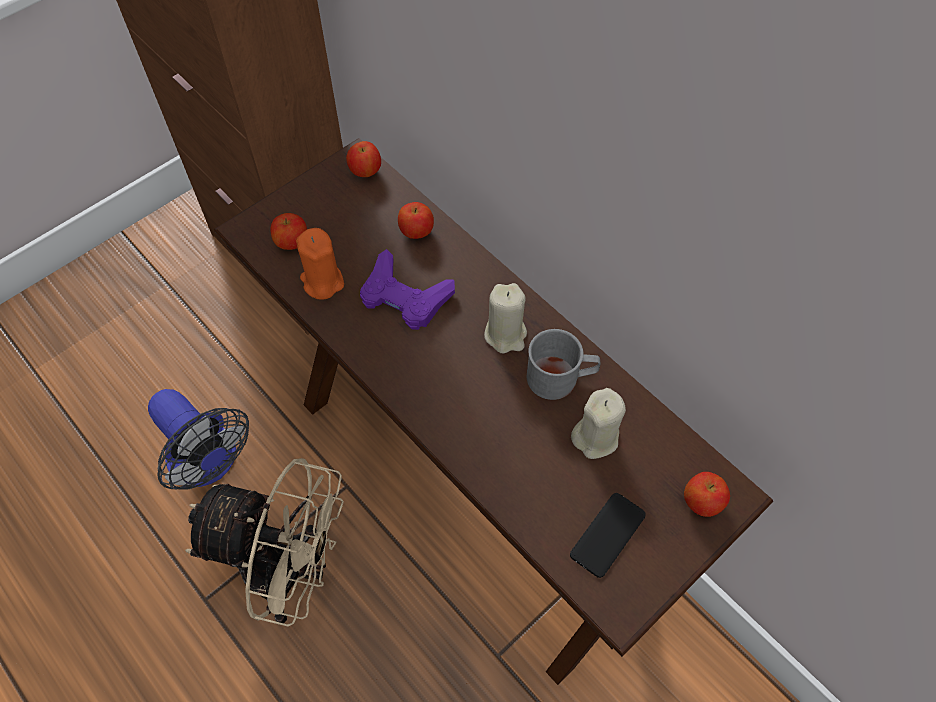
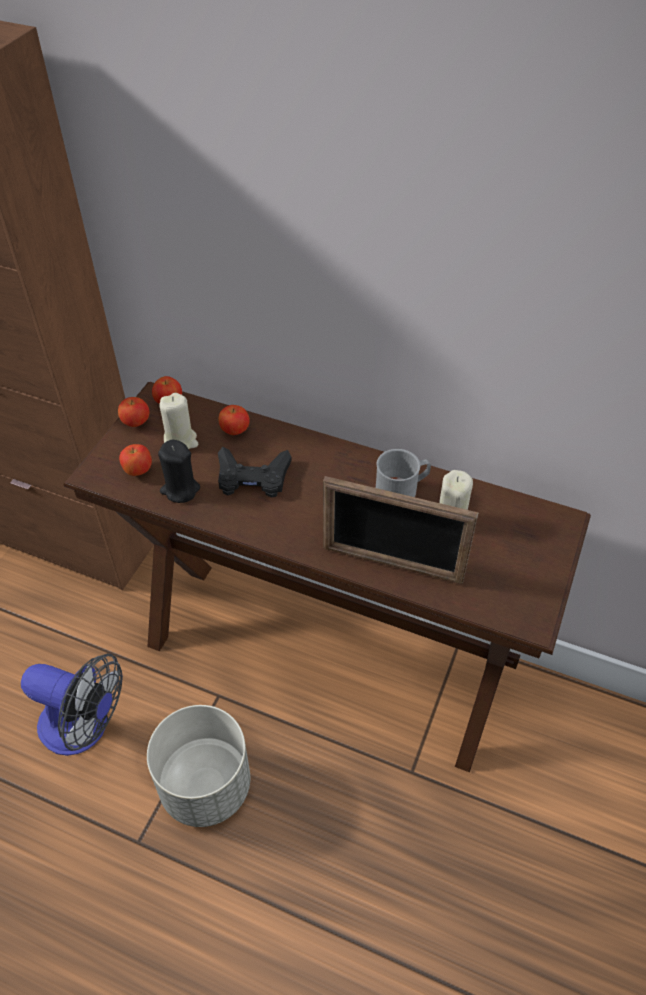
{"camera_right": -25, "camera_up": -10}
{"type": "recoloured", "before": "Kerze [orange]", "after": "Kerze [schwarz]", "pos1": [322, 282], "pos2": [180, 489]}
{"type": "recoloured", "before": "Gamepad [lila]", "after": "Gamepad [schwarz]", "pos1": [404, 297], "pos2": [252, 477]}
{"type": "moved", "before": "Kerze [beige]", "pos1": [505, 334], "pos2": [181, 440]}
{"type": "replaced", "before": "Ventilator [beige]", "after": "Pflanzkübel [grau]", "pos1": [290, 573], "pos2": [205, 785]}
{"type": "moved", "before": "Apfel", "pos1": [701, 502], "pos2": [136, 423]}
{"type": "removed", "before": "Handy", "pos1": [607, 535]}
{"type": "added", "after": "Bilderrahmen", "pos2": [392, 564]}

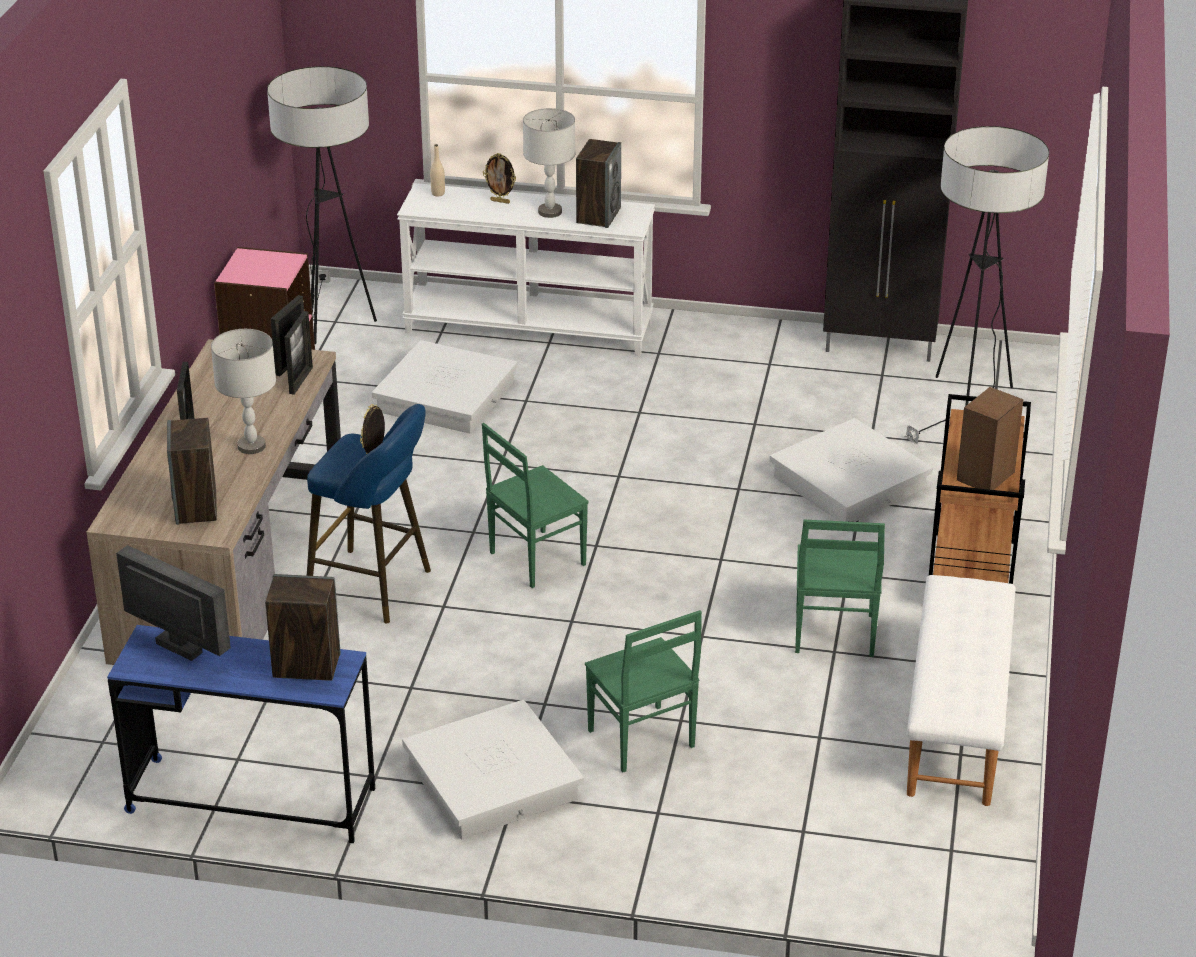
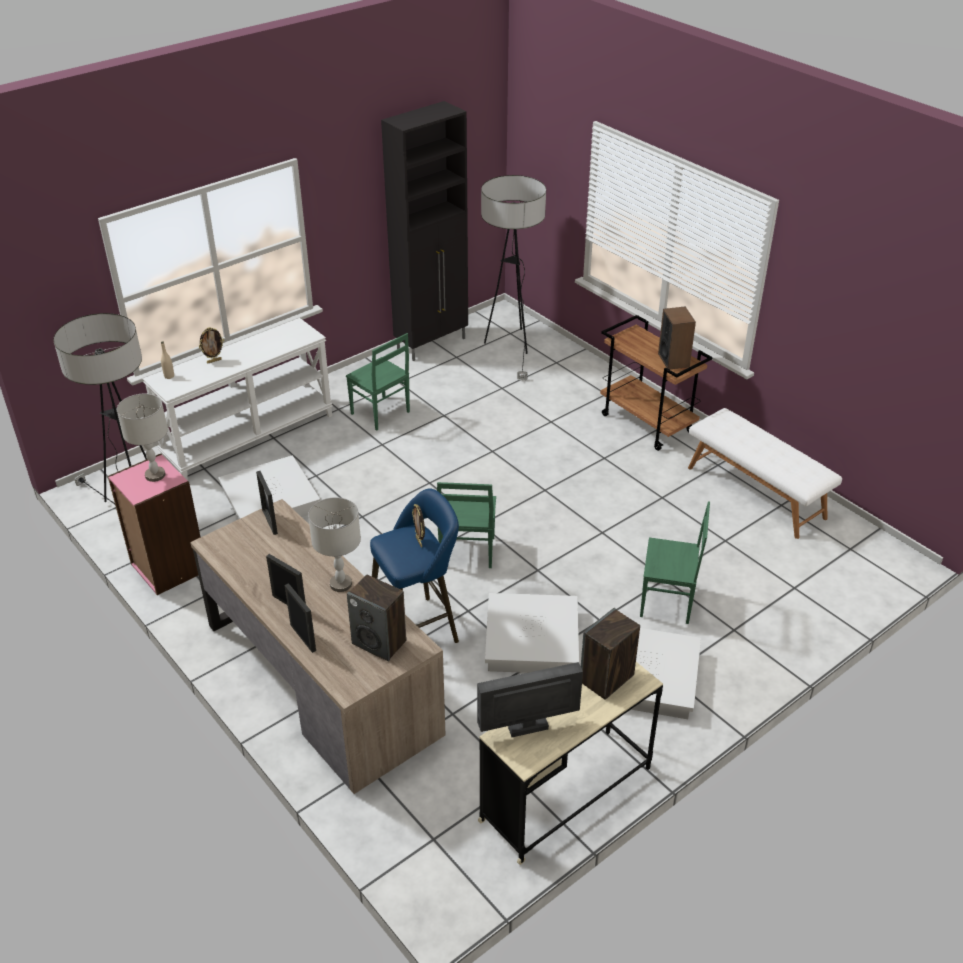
{"camera_right": -50, "camera_up": 5}
{"type": "moved", "before": "Tischlampe [grau]", "pos1": [550, 212], "pos2": [155, 475]}
{"type": "removed", "before": "Lautsprecher", "pos1": [598, 215]}
{"type": "moved", "before": "Bilderrahmen", "pos1": [301, 380], "pos2": [303, 637]}
{"type": "moved", "before": "Aufbewahrungsbox [weiß]", "pos1": [848, 483], "pos2": [532, 641]}
{"type": "moved", "before": "Stuhl [grün]", "pos1": [833, 635], "pos2": [380, 413]}
{"type": "recoloured", "before": "Schreibtisch [blau]", "after": "Schreibtisch [beige]", "pos1": [251, 801], "pos2": [566, 794]}

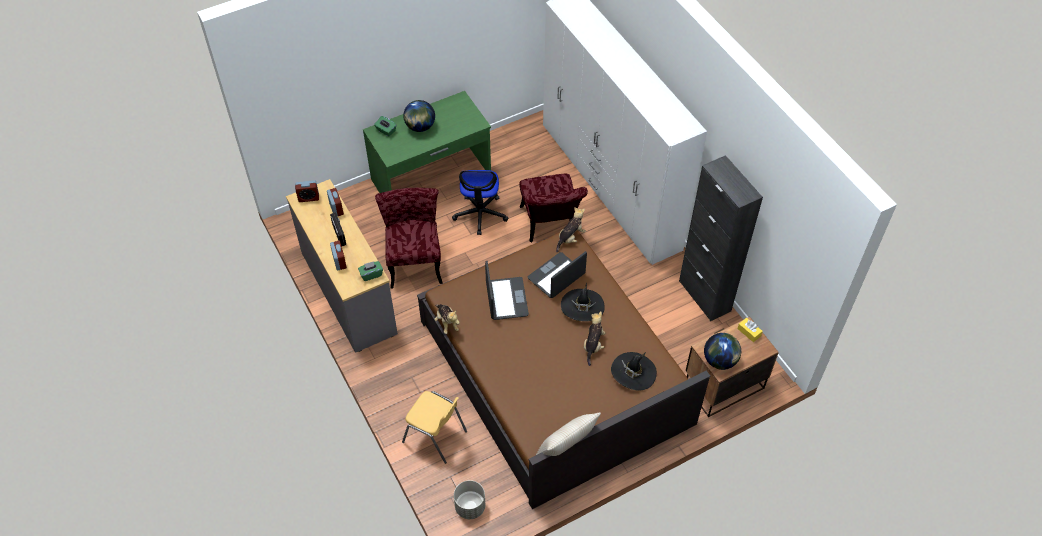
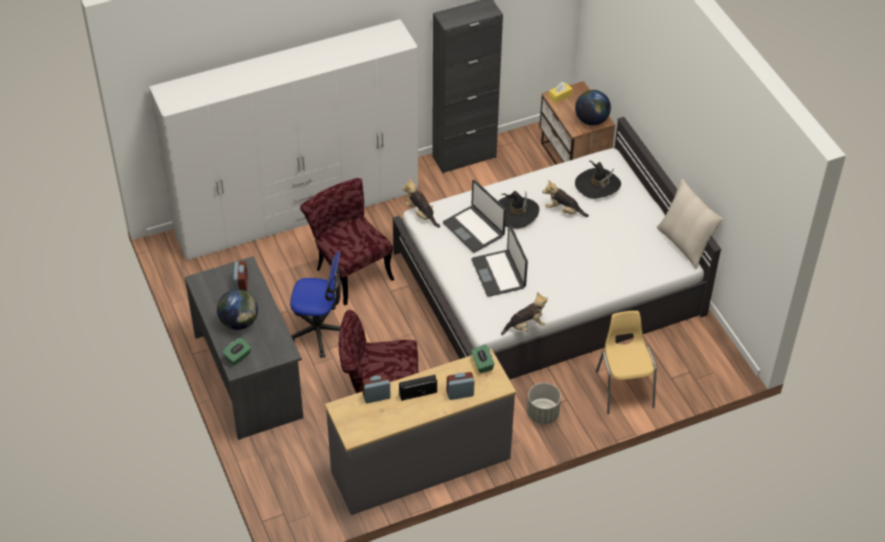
{"camera_right": -85, "camera_up": -5}
{"type": "recoloured", "before": "Schreibtisch [grün]", "after": "Schreibtisch [grau]", "pos1": [431, 178], "pos2": [249, 376]}
{"type": "turned", "before": "Stuhl [rot]", "pos1": [549, 226], "pos2": [349, 270], "turn": -120}
{"type": "moved", "before": "Wecker", "pos1": [308, 198], "pos2": [241, 285]}
{"type": "recoloured", "before": "Bett [braun]", "after": "Bett [weiß]", "pos1": [554, 372], "pos2": [549, 284]}
{"type": "turned", "before": "Laptop", "pos1": [506, 299], "pos2": [499, 274], "turn": -105}
{"type": "turned", "before": "Stuhl [gelb]", "pos1": [435, 437], "pos2": [624, 388], "turn": -45}
{"type": "moved", "before": "Pflanzkübel [grau]", "pos1": [470, 507], "pos2": [543, 414]}

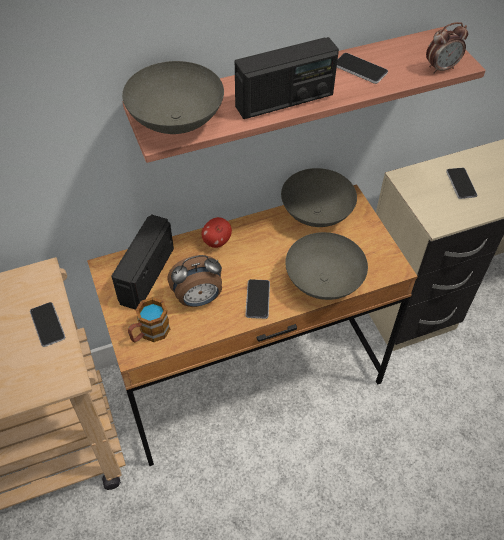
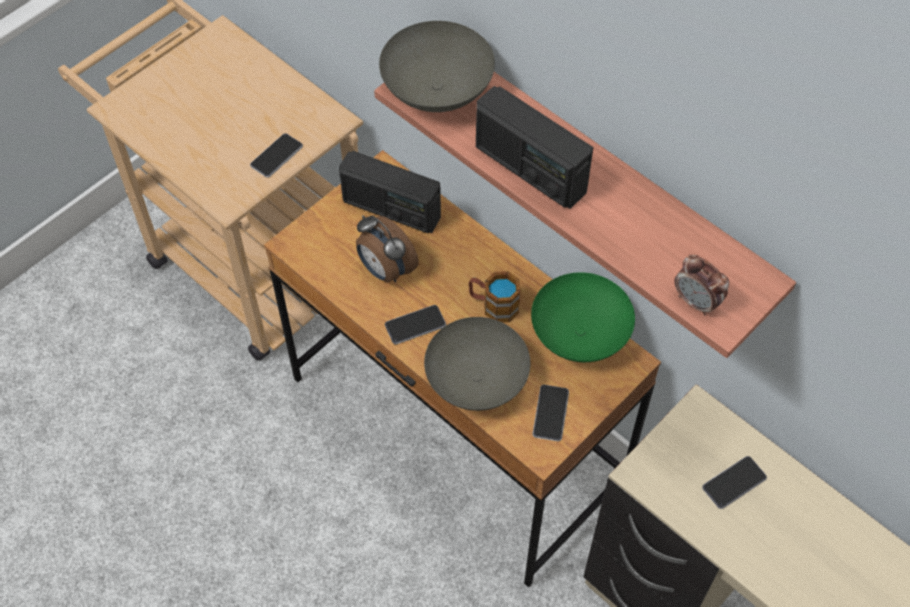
{"camera_right": 65, "camera_up": 5}
{"type": "moved", "before": "Handy", "pos1": [360, 69], "pos2": [550, 413]}
{"type": "recoloured", "before": "Schüssel [grau]", "after": "Schüssel [grün]", "pos1": [317, 214], "pos2": [580, 336]}
{"type": "turned", "before": "Radio", "pos1": [146, 275], "pos2": [391, 209], "turn": -150}
{"type": "removed", "before": "Apfel", "pos1": [216, 241]}
{"type": "moved", "before": "Henkelbecher", "pos1": [149, 333], "pos2": [493, 305]}

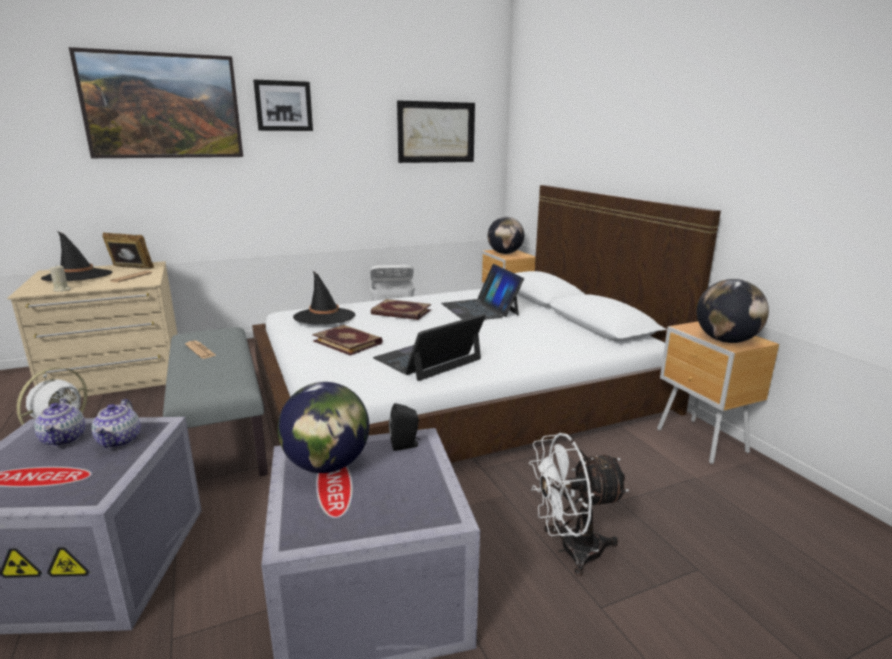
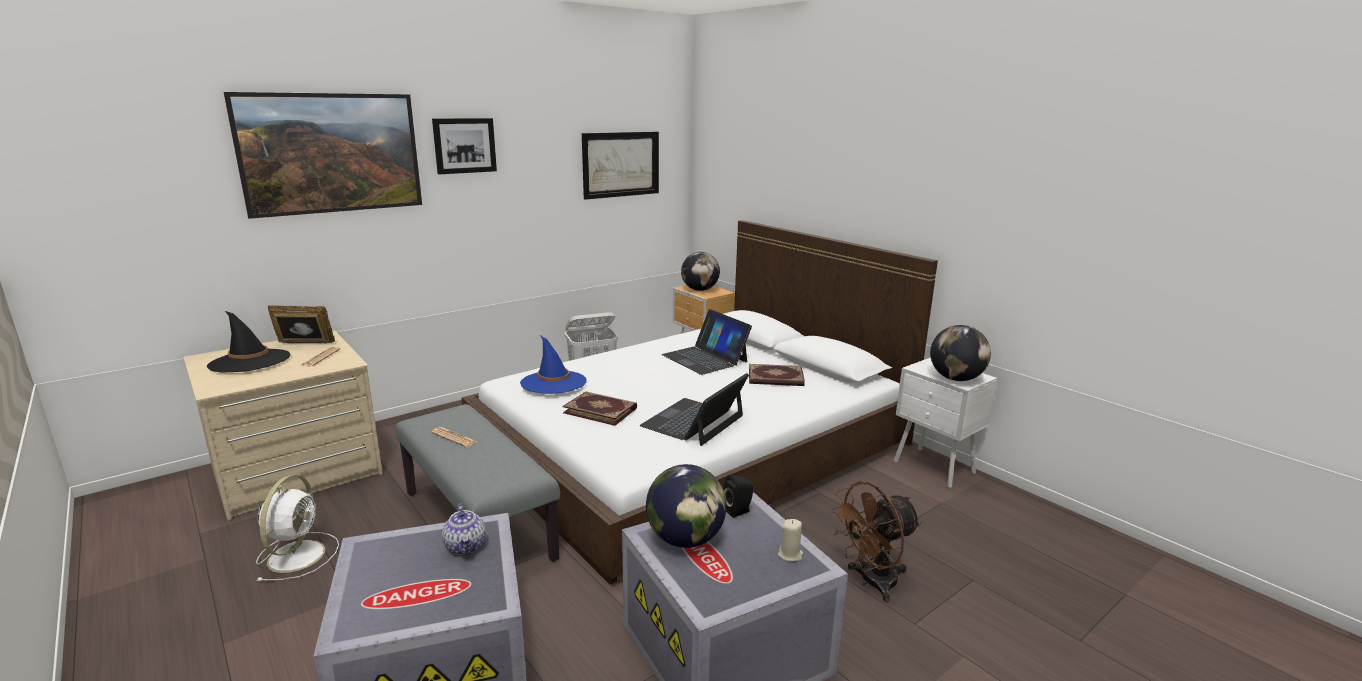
{"camera_right": -15, "camera_up": 0}
{"type": "moved", "before": "Kerze [beige]", "pos1": [62, 290], "pos2": [790, 555]}
{"type": "recoloured", "before": "Hut [schwarz]", "after": "Hut [blau]", "pos1": [324, 317], "pos2": [553, 382]}
{"type": "moved", "before": "Buch", "pos1": [401, 312], "pos2": [775, 378]}
{"type": "recoloured", "before": "Nachttisch [braun]", "after": "Nachttisch [weiß]", "pos1": [702, 442], "pos2": [934, 469]}
{"type": "removed", "before": "Teekanne", "pos1": [64, 439]}
{"type": "recoloured", "before": "Ventilator [weiß]", "after": "Ventilator [braun]", "pos1": [570, 550], "pos2": [871, 582]}

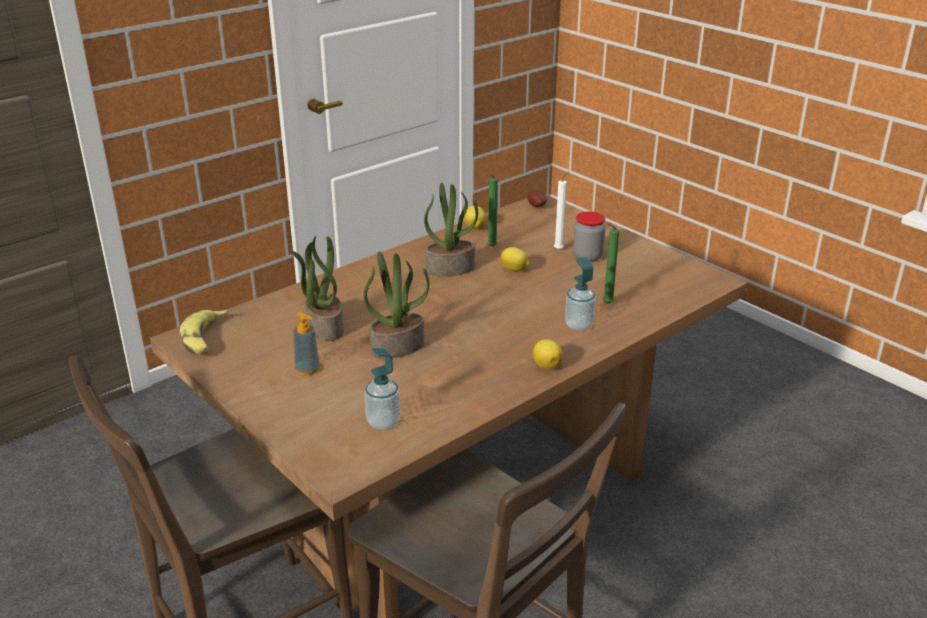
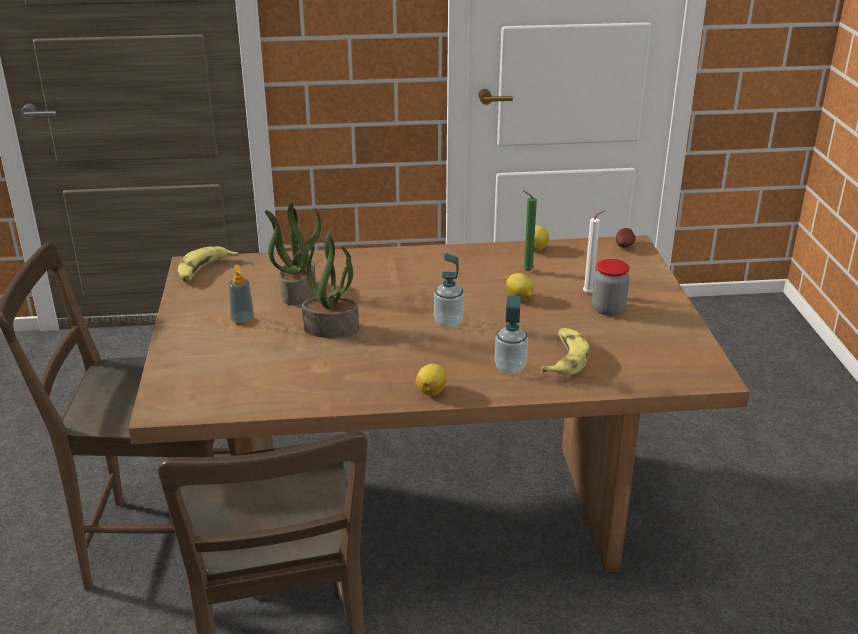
{"camera_right": 35, "camera_up": 0}
{"type": "removed", "before": "Topfpflanze", "pos1": [450, 268]}
{"type": "replaced", "before": "Kerze [grün]", "after": "Banane", "pos1": [606, 304], "pos2": [564, 358]}
{"type": "moved", "before": "Seifenspender", "pos1": [383, 422], "pos2": [448, 322]}

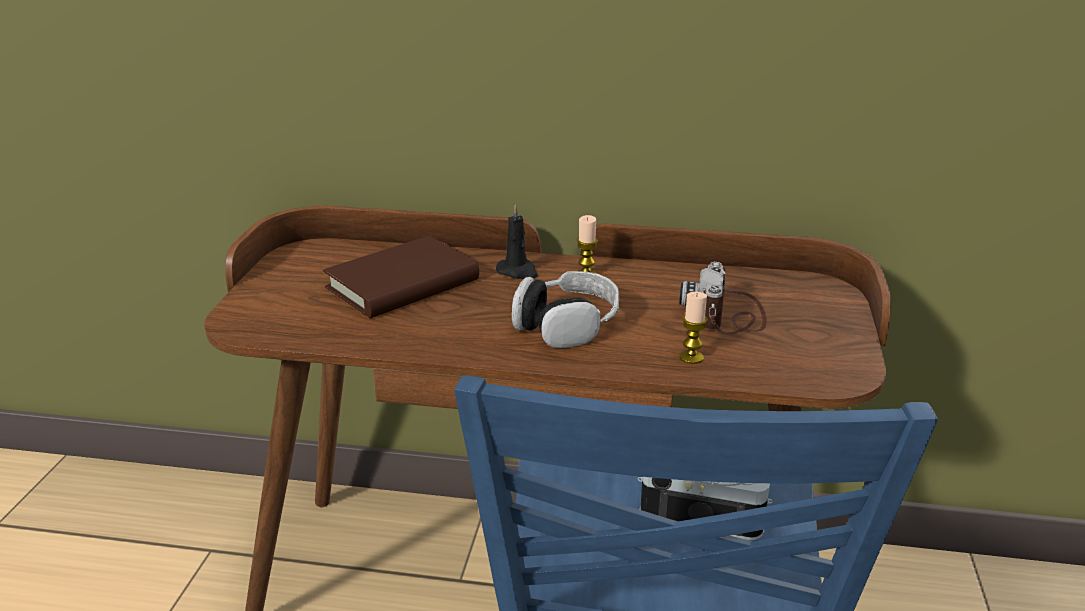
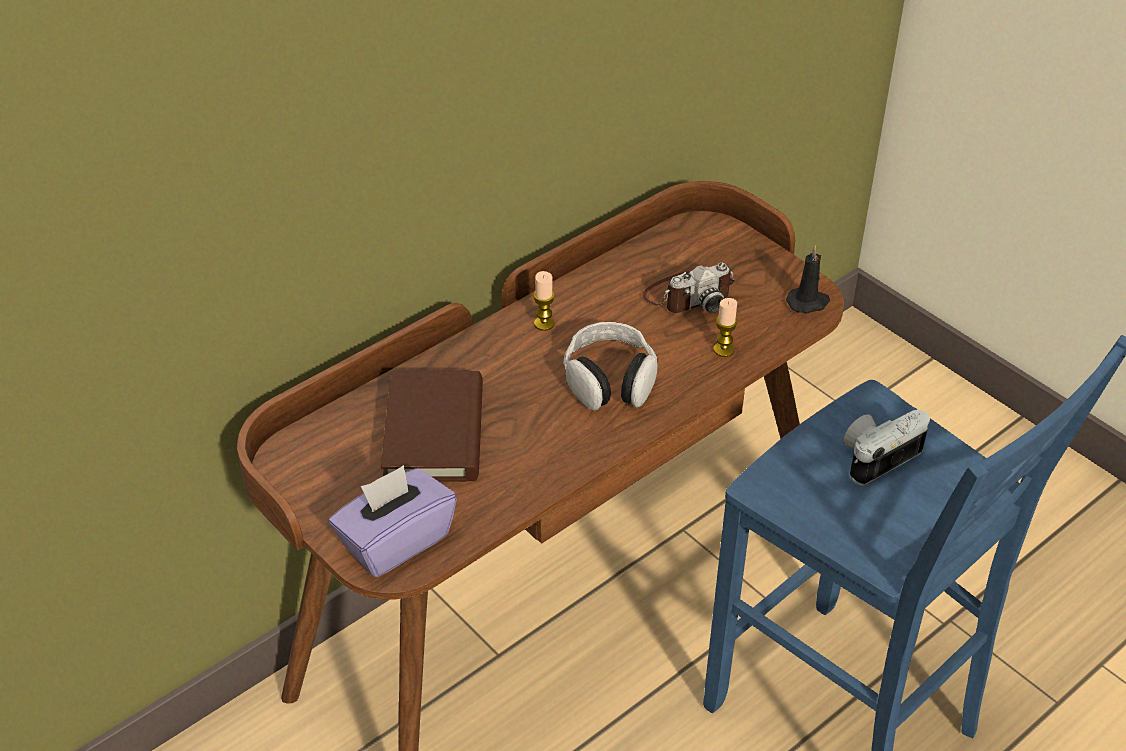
{"camera_right": -50, "camera_up": 15}
{"type": "moved", "before": "Kerze [schwarz]", "pos1": [518, 272], "pos2": [808, 302]}
{"type": "turned", "before": "Kamera", "pos1": [727, 315], "pos2": [688, 295], "turn": -75}
{"type": "added", "after": "Taschentuchbox [lila]", "pos2": [395, 541]}

